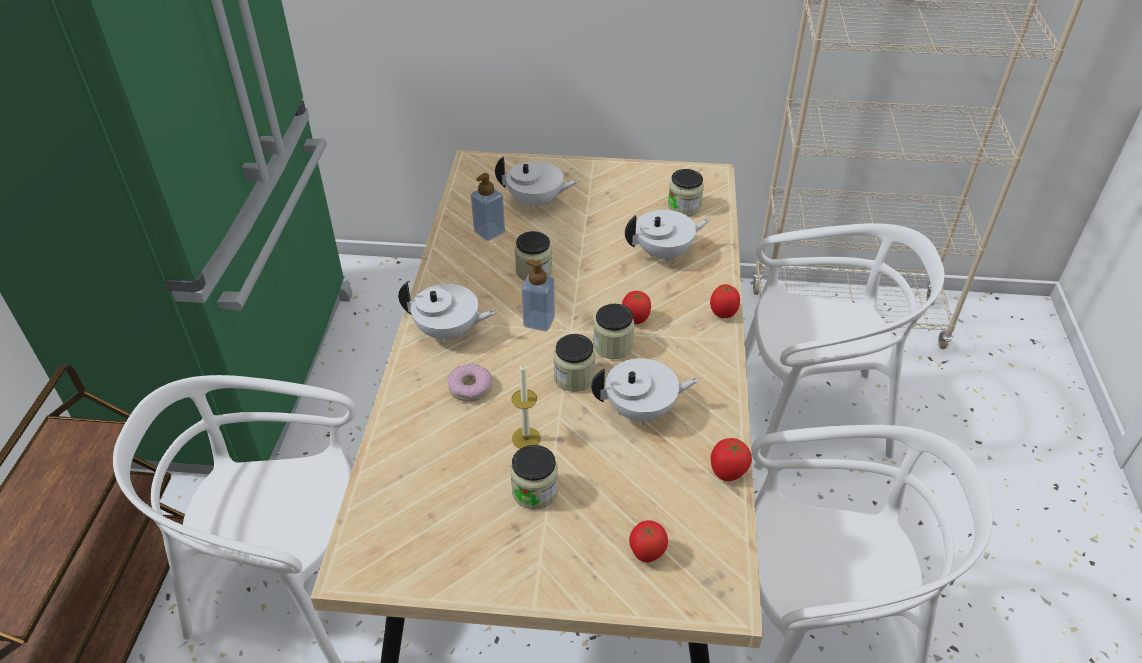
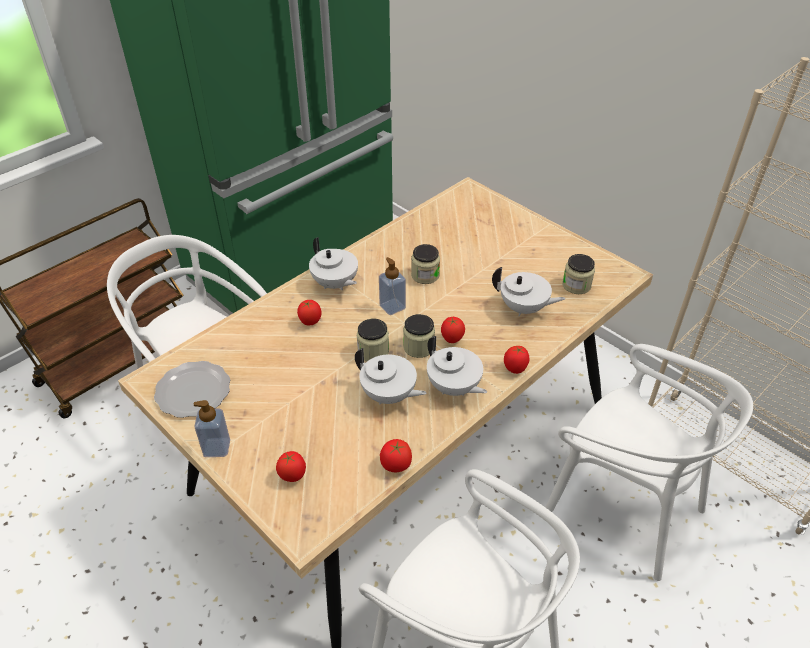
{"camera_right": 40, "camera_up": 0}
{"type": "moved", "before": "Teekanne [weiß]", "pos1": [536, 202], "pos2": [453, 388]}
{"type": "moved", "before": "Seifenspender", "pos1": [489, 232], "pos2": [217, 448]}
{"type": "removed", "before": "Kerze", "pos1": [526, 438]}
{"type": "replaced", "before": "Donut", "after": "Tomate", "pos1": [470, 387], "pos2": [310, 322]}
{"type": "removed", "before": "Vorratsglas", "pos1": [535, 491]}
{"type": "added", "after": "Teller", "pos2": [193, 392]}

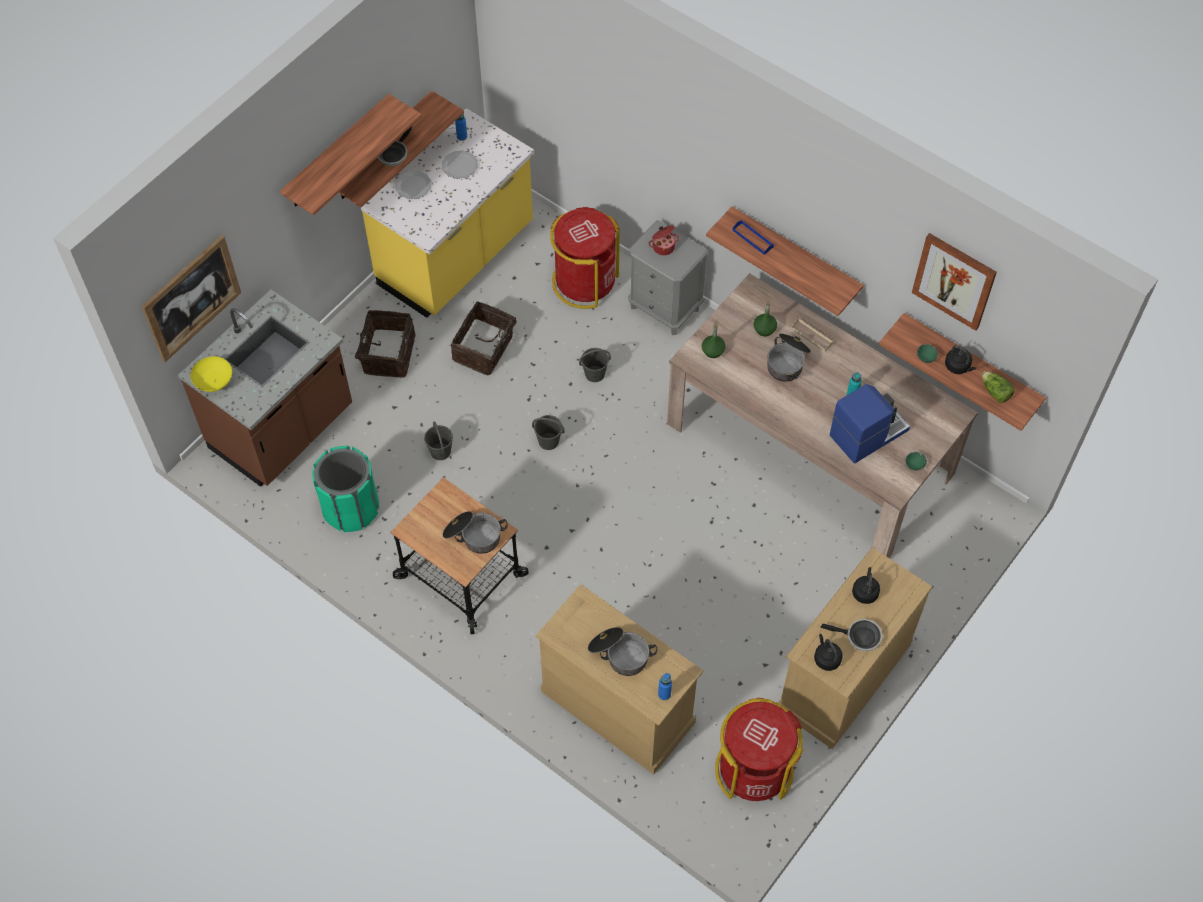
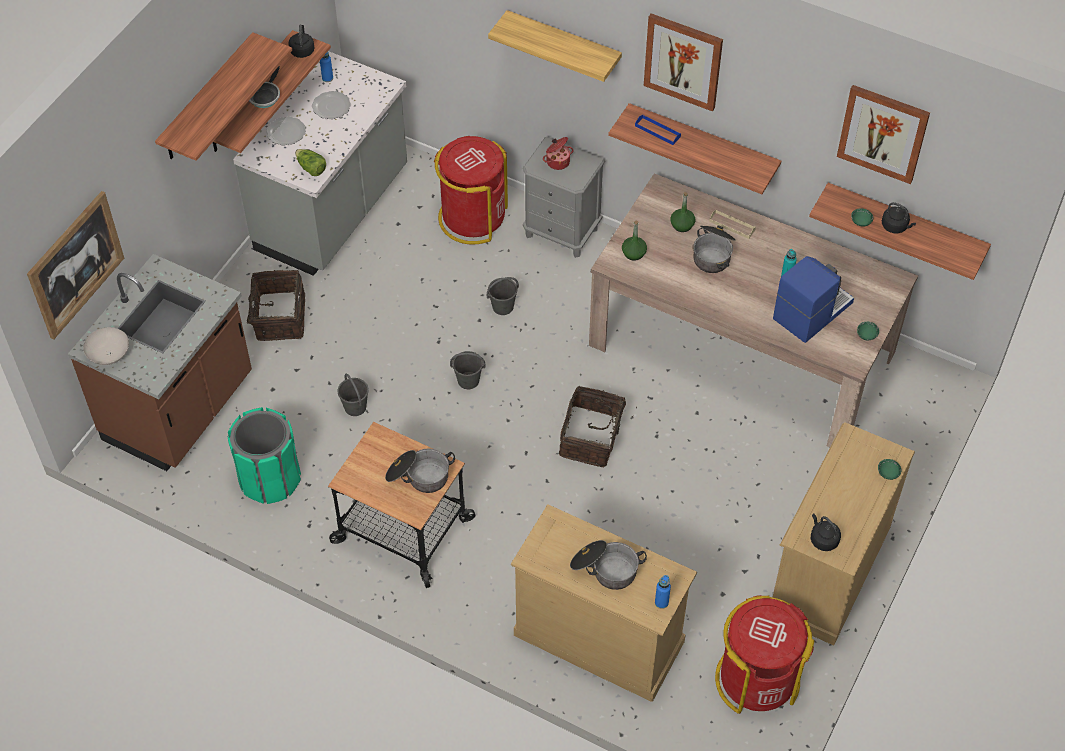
{"camera_right": -10, "camera_up": -5}
{"type": "recoloured", "before": "Küchenzeile [gelb]", "after": "Küchenzeile [grau]", "pos1": [457, 257], "pos2": [333, 211]}
{"type": "moved", "before": "Korb", "pos1": [485, 349], "pos2": [591, 438]}
{"type": "recoloured", "before": "Schüssel [gelb]", "after": "Schüssel [weiß]", "pos1": [214, 381], "pos2": [109, 354]}
{"type": "moved", "before": "Salatkopf", "pos1": [995, 392], "pos2": [311, 168]}
{"type": "moved", "before": "Wasserkessel [schwarz]", "pos1": [865, 592], "pos2": [302, 50]}
{"type": "removed", "before": "Pfanne", "pos1": [860, 637]}
{"type": "added", "after": "Wandregal", "pos2": [563, 45]}
{"type": "added", "after": "Bild", "pos2": [683, 61]}
{"type": "added", "after": "Schüssel [grün]", "pos2": [888, 473]}

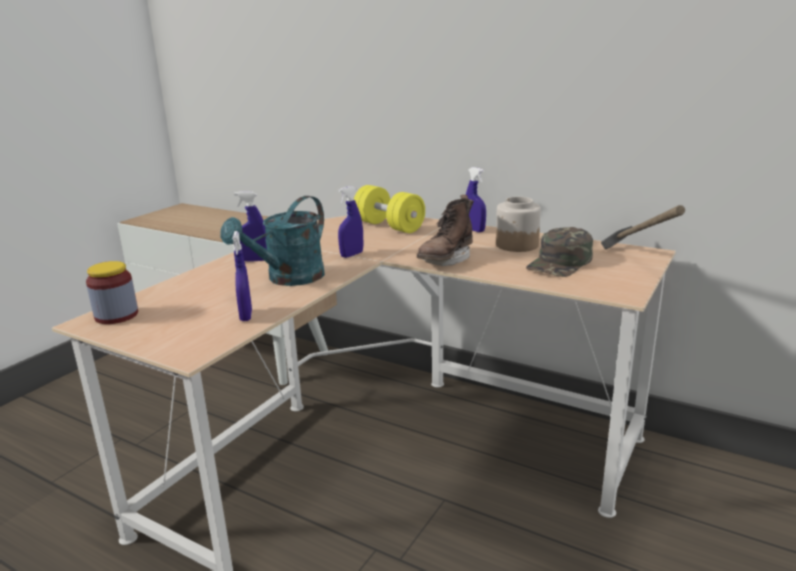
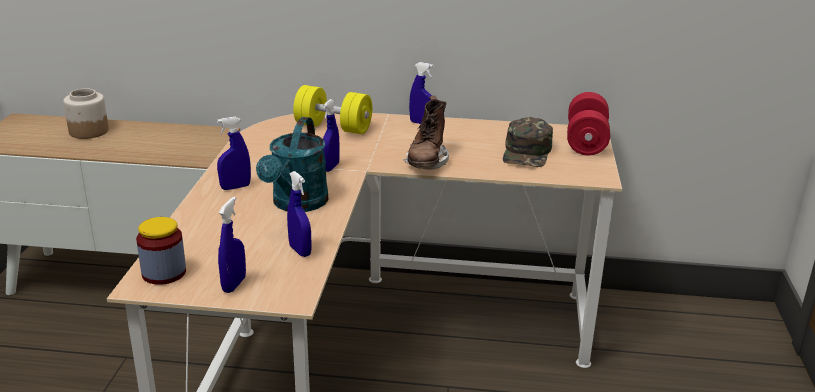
{"camera_right": -25, "camera_up": 5}
{"type": "moved", "before": "Vorratsglas", "pos1": [516, 245], "pos2": [88, 131]}
{"type": "replaced", "before": "Hammer", "after": "Hantel [rot]", "pos1": [637, 260], "pos2": [586, 141]}
{"type": "added", "after": "Sprühflasche [blau]", "pos2": [234, 284]}

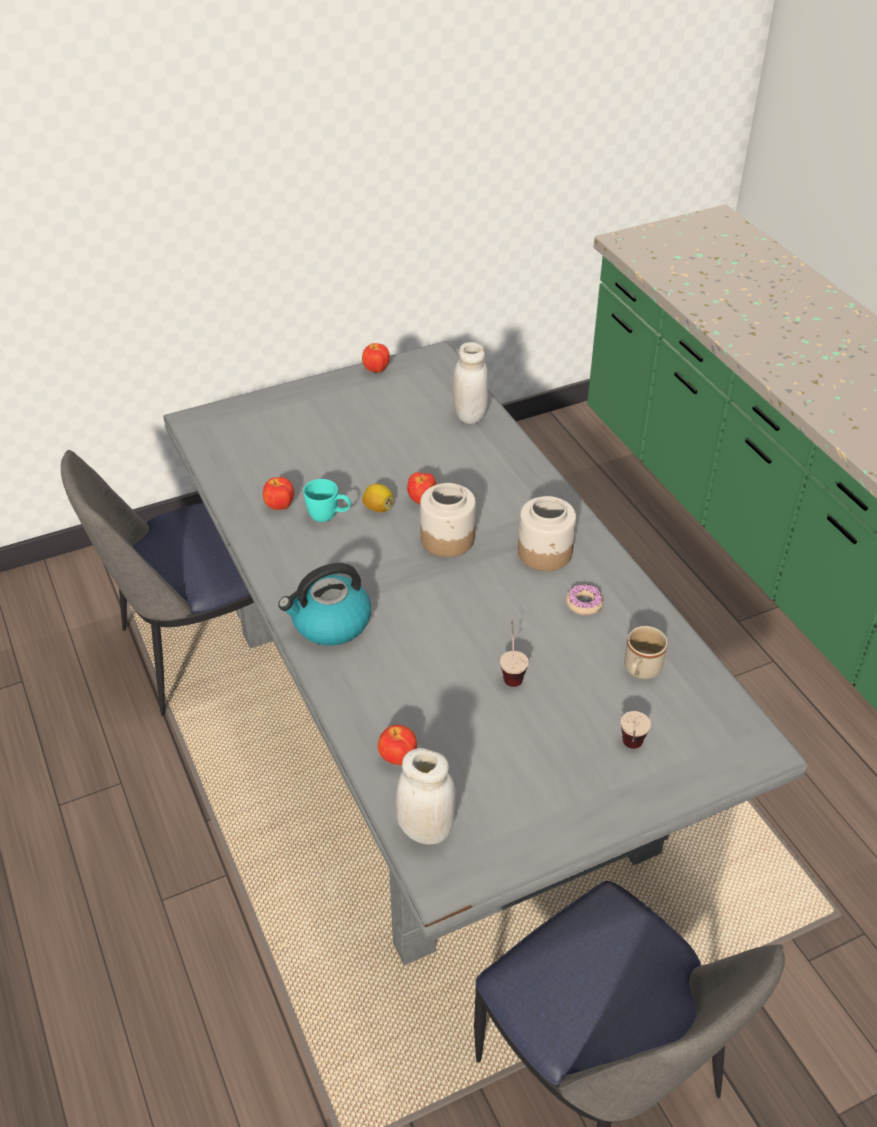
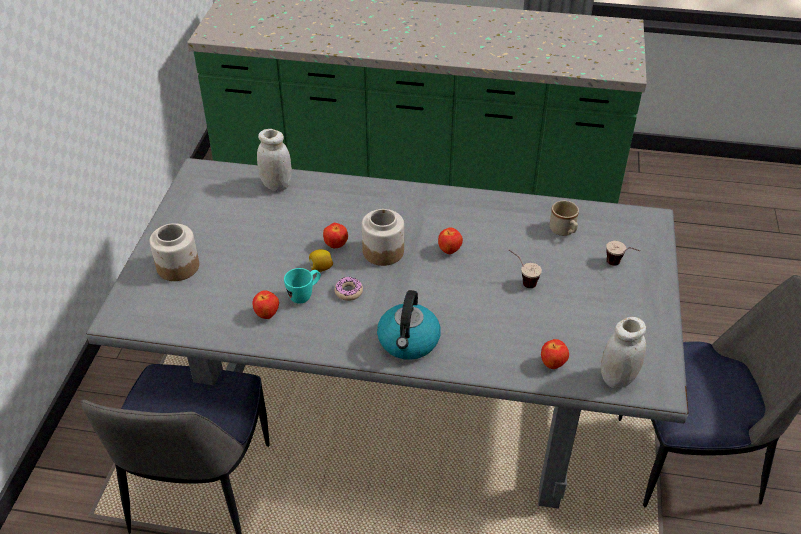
{"camera_right": -55, "camera_up": 0}
{"type": "moved", "before": "Apfel", "pos1": [376, 370], "pos2": [449, 251]}
{"type": "moved", "before": "Vorratsglas", "pos1": [545, 553], "pos2": [178, 266]}
{"type": "moved", "before": "Donut", "pos1": [584, 604], "pos2": [348, 292]}

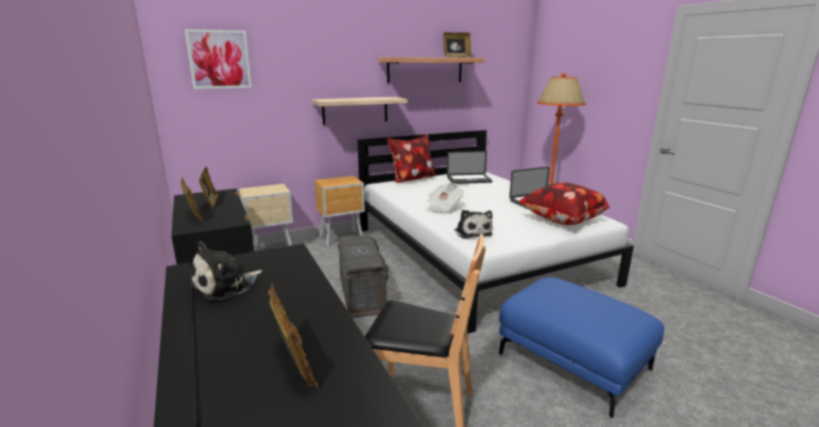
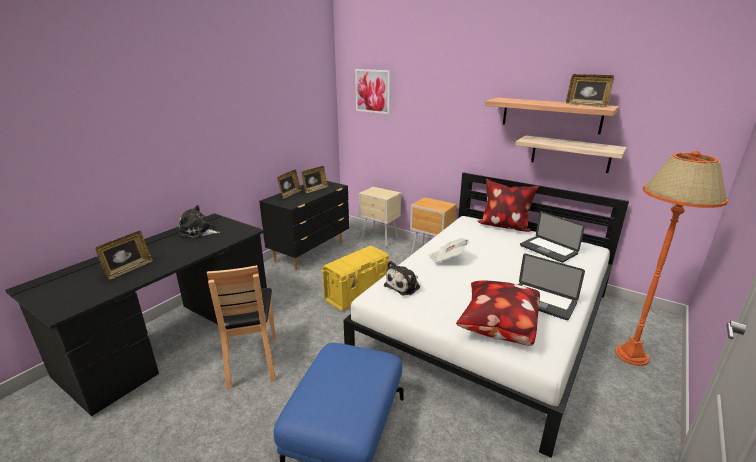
{"camera_right": 60, "camera_up": 5}
{"type": "moved", "before": "Wandregal", "pos1": [355, 110], "pos2": [570, 154]}
{"type": "recoloured", "before": "Aufbewahrungsbox [grau]", "after": "Aufbewahrungsbox [gelb]", "pos1": [362, 295], "pos2": [357, 293]}

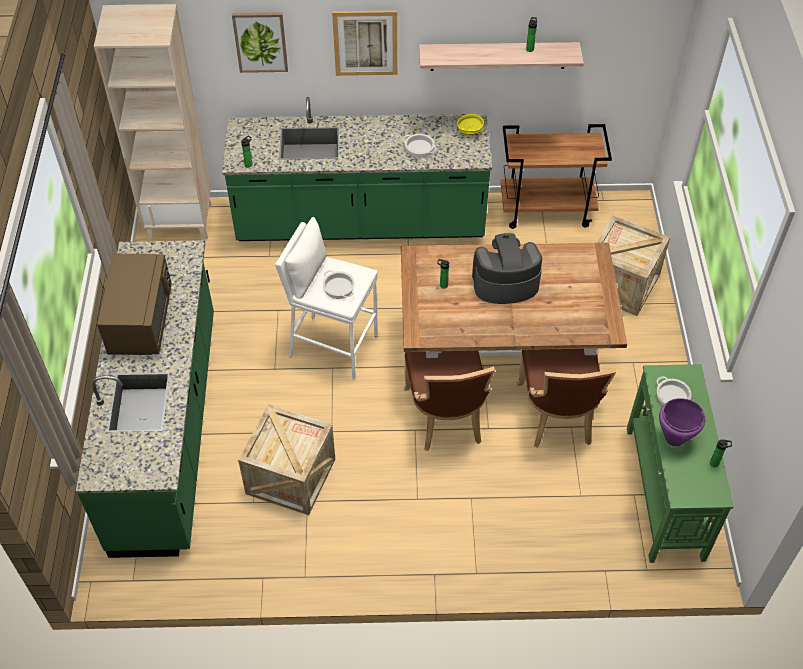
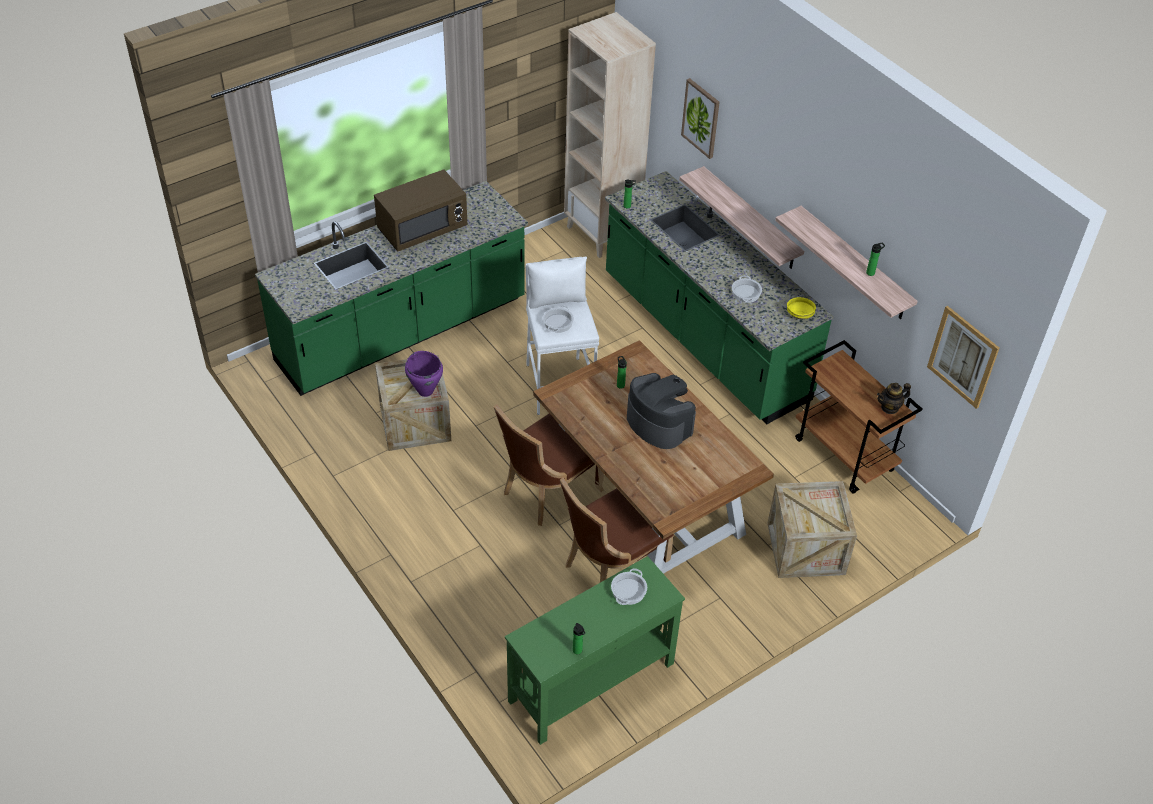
{"camera_right": 55, "camera_up": -5}
{"type": "moved", "before": "Bild", "pos1": [365, 43], "pos2": [963, 357]}
{"type": "moved", "before": "Kochtopf [lila]", "pos1": [673, 439], "pos2": [425, 391]}
{"type": "added", "after": "Wandregal", "pos2": [750, 219]}
{"type": "added", "after": "Teekanne", "pos2": [890, 407]}

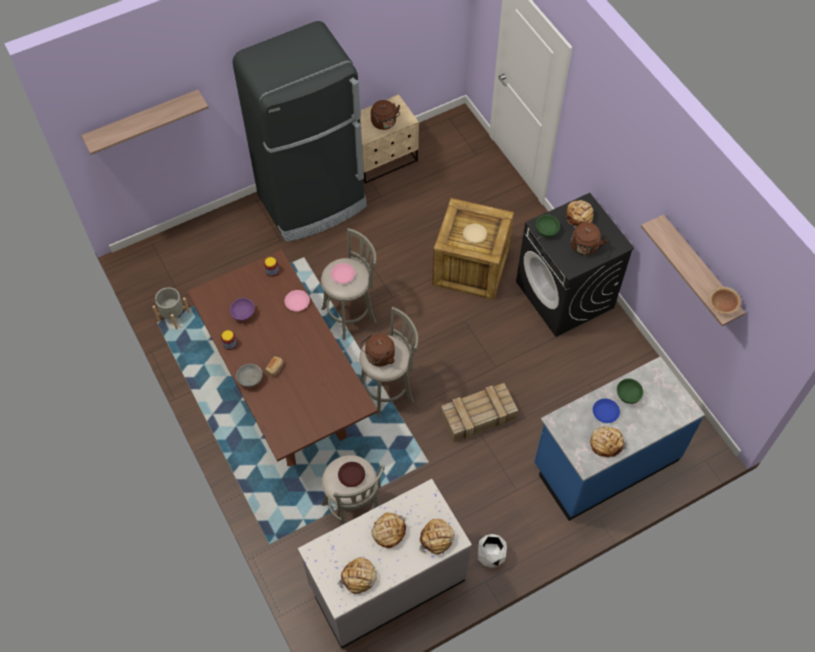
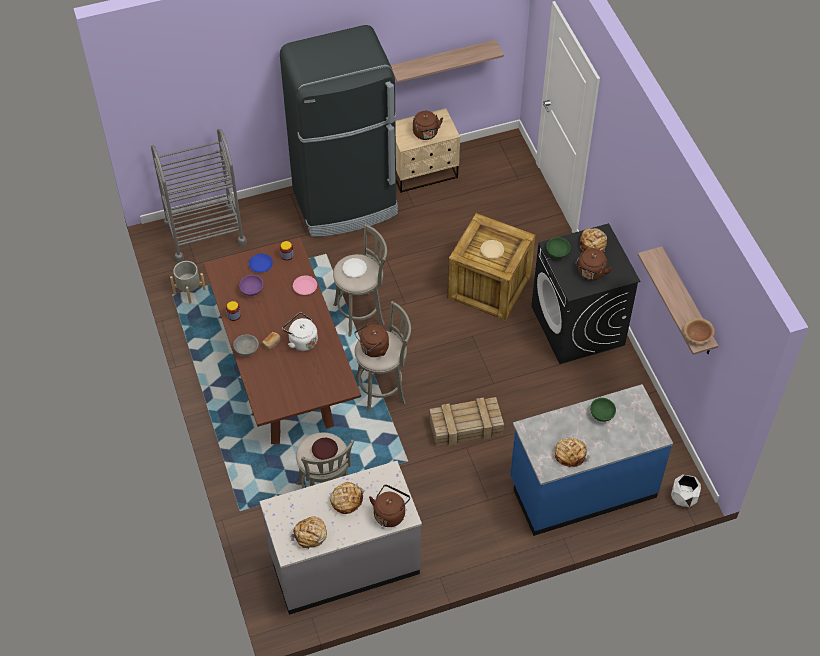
{"camera_right": 10, "camera_up": -5}
{"type": "moved", "before": "Wandregal", "pos1": [143, 121], "pos2": [442, 61]}
{"type": "recoloured", "before": "Teller [rosa]", "after": "Teller [weiß]", "pos1": [343, 275], "pos2": [354, 269]}
{"type": "moved", "before": "Teller [blau]", "pos1": [605, 412], "pos2": [261, 265]}
{"type": "replaced", "before": "Brot", "after": "Wasserkessel [braun]", "pos1": [437, 539], "pos2": [390, 513]}
{"type": "moved", "before": "Pflanzkübel [weiß]", "pos1": [490, 555], "pos2": [683, 497]}
{"type": "added", "after": "Rollwagen [grau]", "pos2": [205, 233]}
{"type": "added", "after": "Wasserkessel [weiß]", "pos2": [301, 340]}

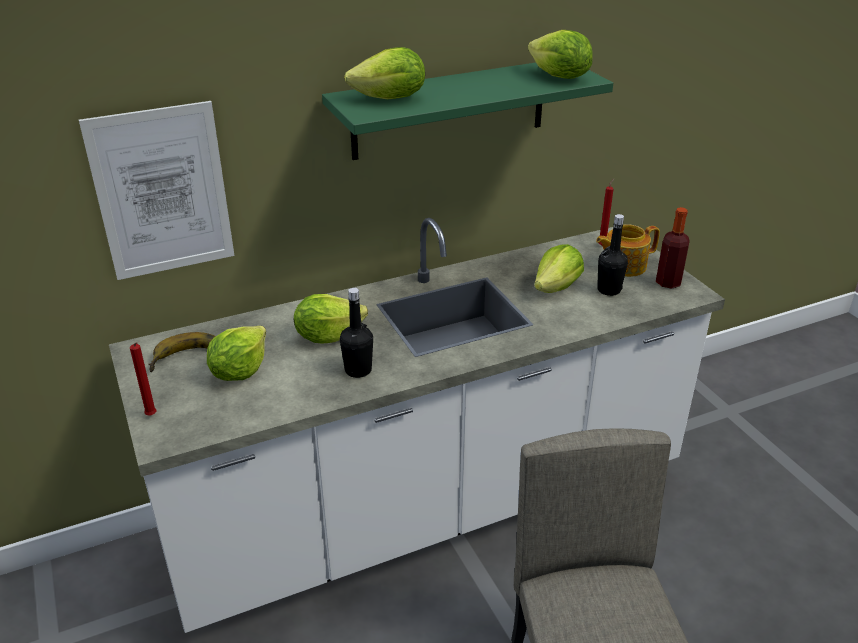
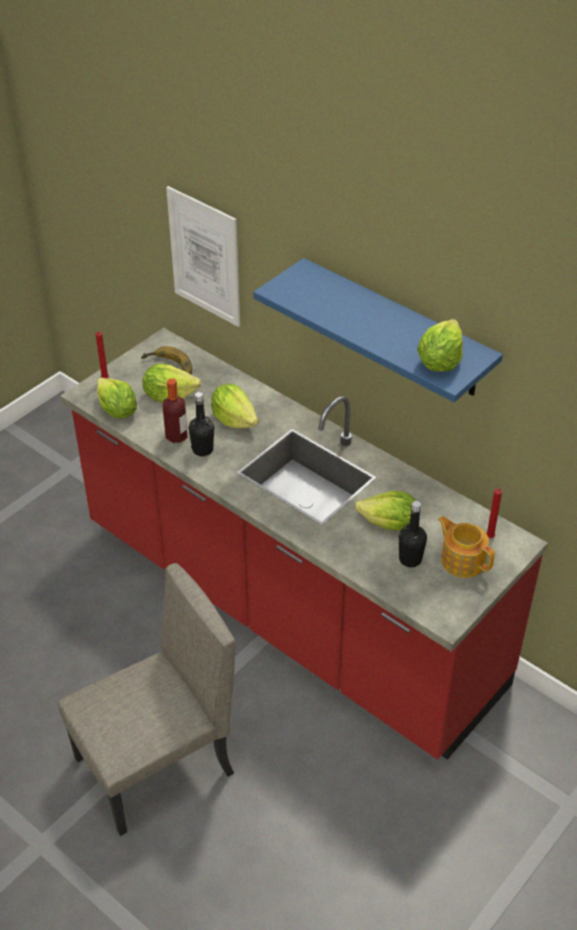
{"camera_right": 65, "camera_up": 10}
{"type": "moved", "before": "Salatkopf", "pos1": [390, 99], "pos2": [117, 411]}
{"type": "recoloured", "before": "Wandregal [grün]", "after": "Wandregal [blau]", "pos1": [450, 109], "pos2": [396, 329]}
{"type": "moved", "before": "Flasche", "pos1": [668, 282], "pos2": [176, 436]}
{"type": "recoloured", "before": "Küchenzeile [weiß]", "after": "Küchenzeile [rot]", "pos1": [429, 506], "pos2": [288, 607]}

